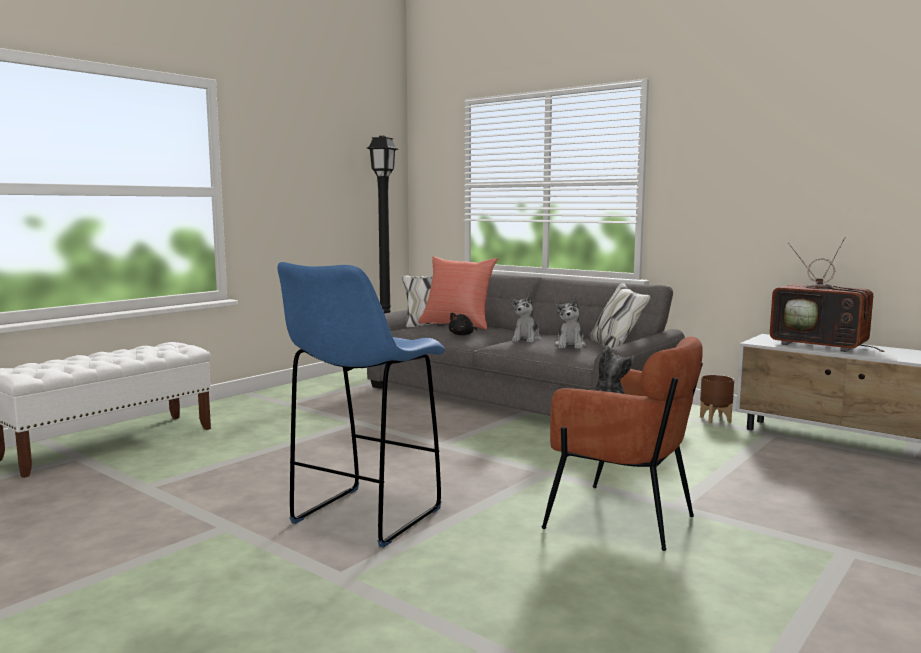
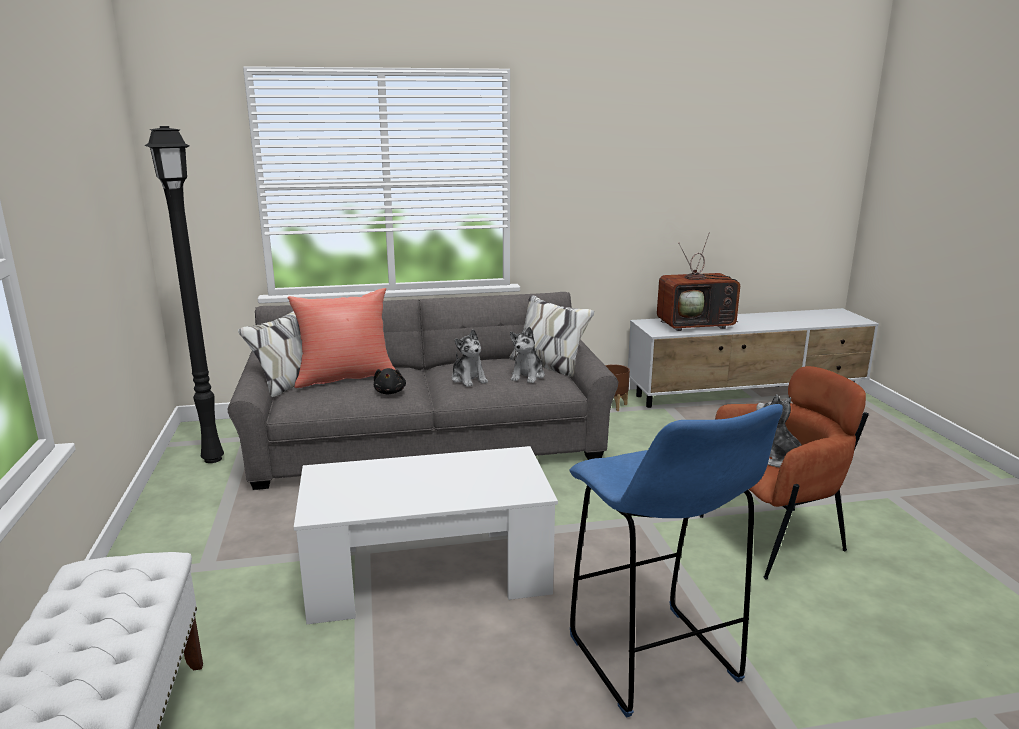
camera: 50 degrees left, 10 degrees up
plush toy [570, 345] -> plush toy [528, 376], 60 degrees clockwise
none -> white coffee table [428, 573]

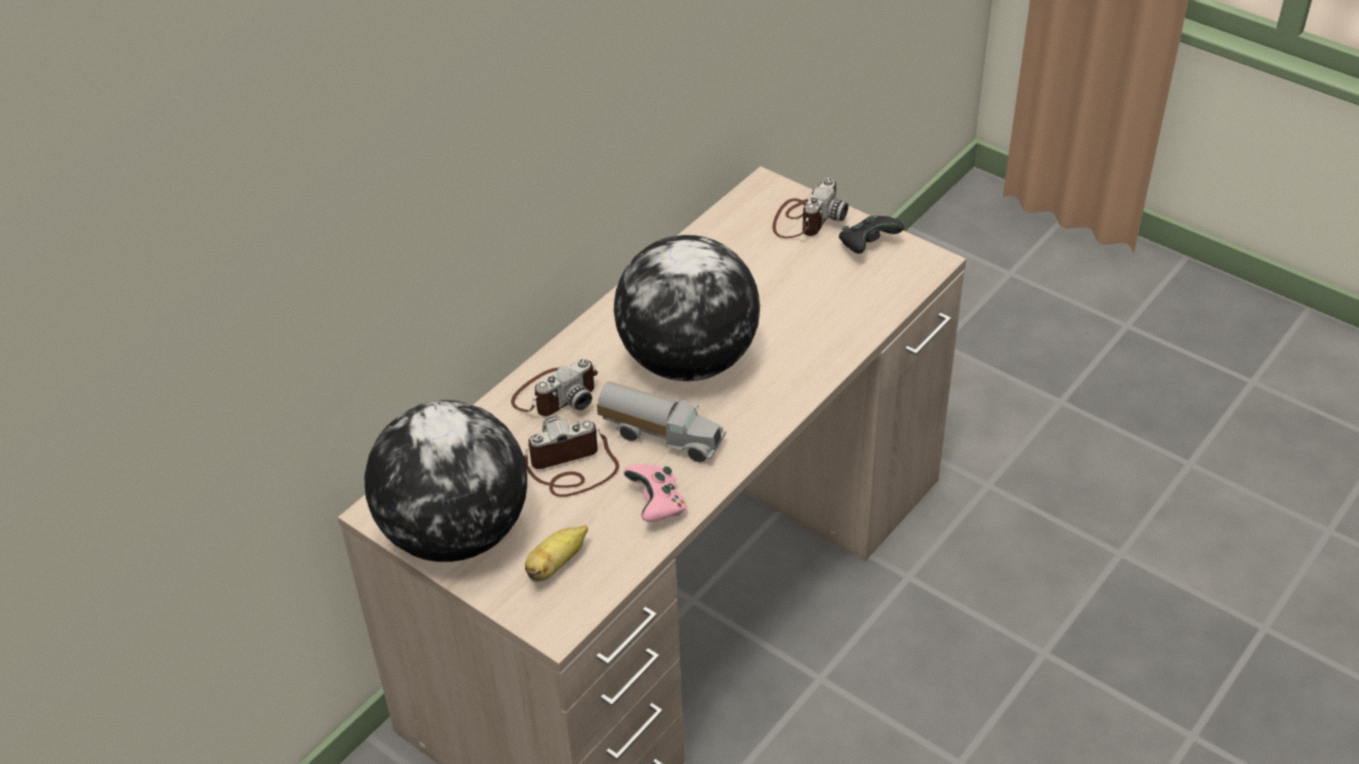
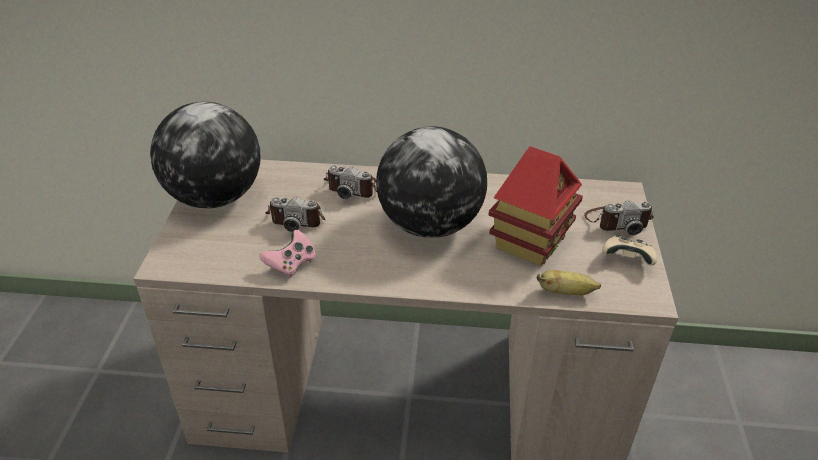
camera: 55 degrees right, 5 degrees down
still camera [571, 468] -> still camera [297, 217], 150 degrees clockwise
banana fruit [556, 565] -> banana fruit [566, 292], shifted
model truck [662, 435] -> none
black gamepad [867, 245] -> beige gamepad [627, 260]
none -> model house [530, 242]

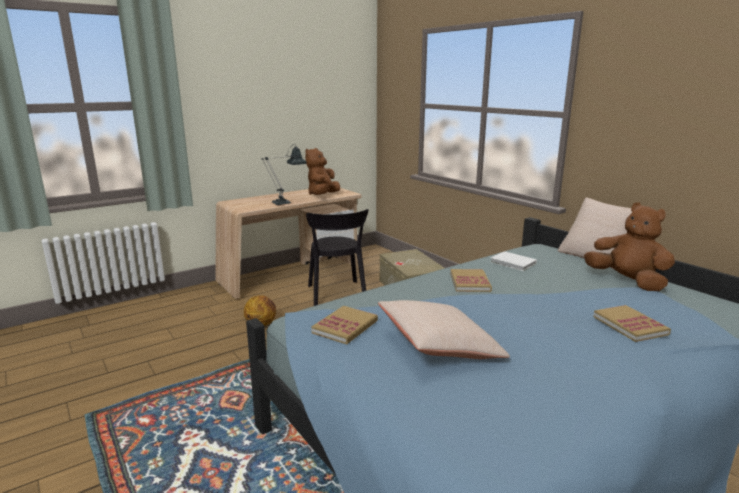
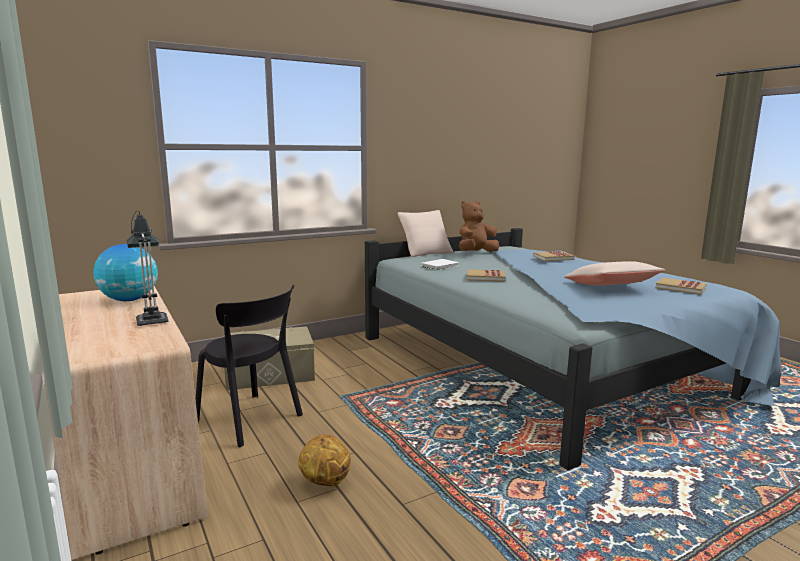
camera: 85 degrees left, 5 degrees down
brown-coloured plush toy [322, 195] -> desk globe [129, 300]
black plain chair [337, 294] -> black plain chair [252, 420], 45 degrees clockwise
book [345, 327] -> book [680, 288], shifted

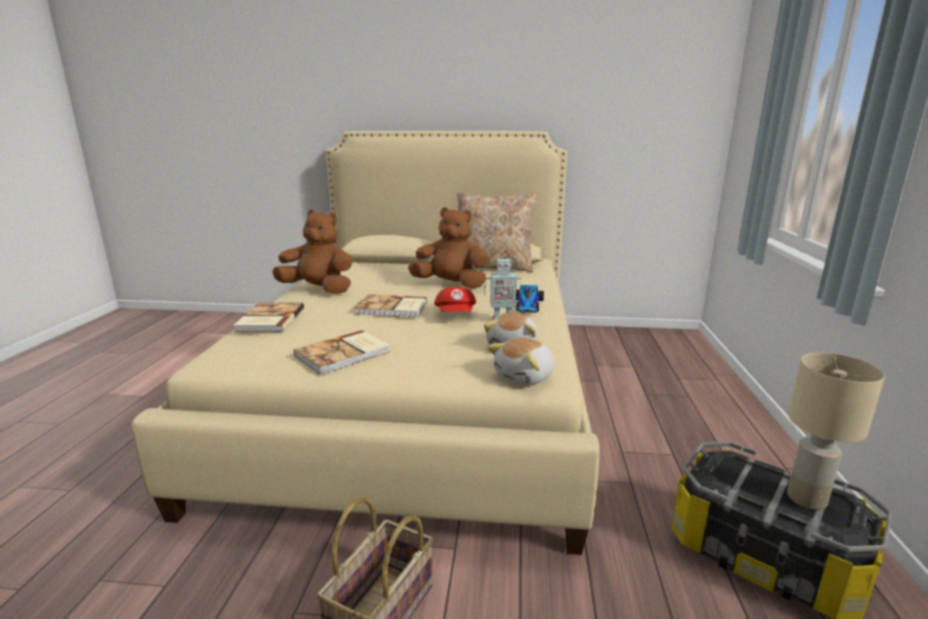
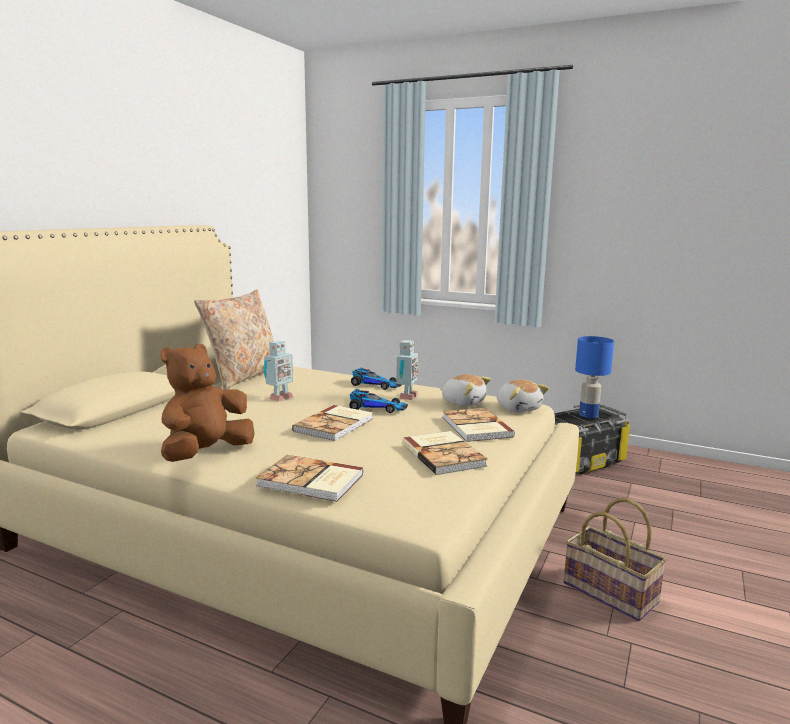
camera: 70 degrees left, 5 degrees down
brown-coloured plush toy [451, 285] -> model robot [279, 398]
red cap [456, 315] -> toy car [377, 407]
beige table lamp [805, 499] -> blue table lamp [588, 416]
none -> book [475, 427]

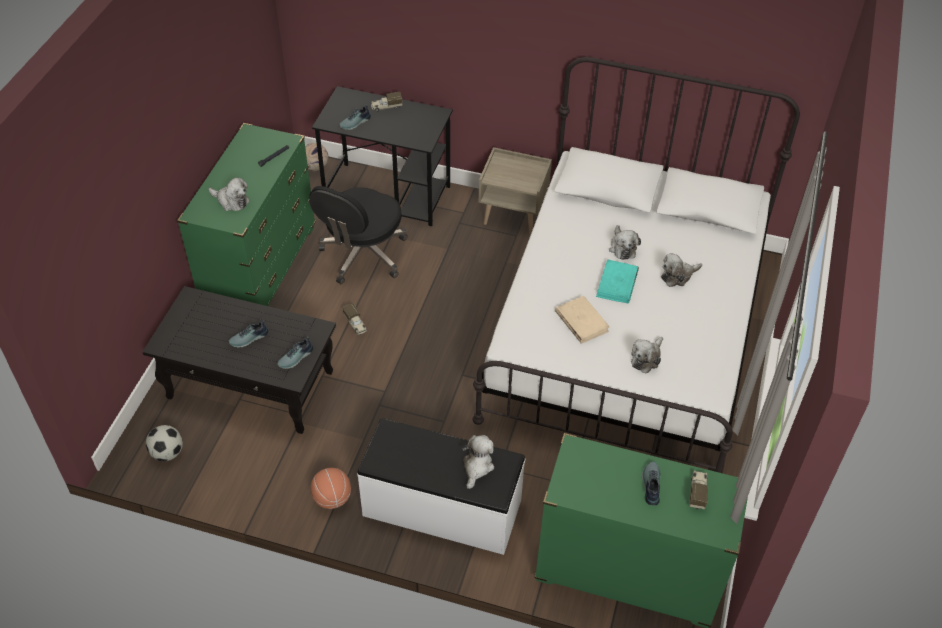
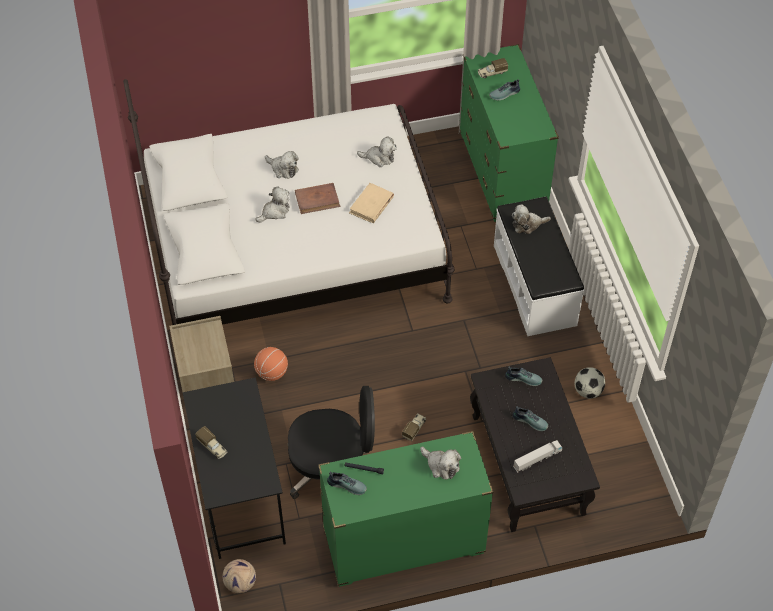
camera: 120 degrees left, 5 degrees up
football ball [167, 453] -> football ball [588, 391], shifted
plush toy [231, 201] -> plush toy [441, 465], 135 degrees clockwise
basketball ball [332, 498] -> basketball ball [271, 373], shifted
item of footwear [355, 123] -> item of footwear [347, 484], shifted
blue-green book [617, 284] -> brown-coloured book [317, 200]
none -> model truck [537, 459]

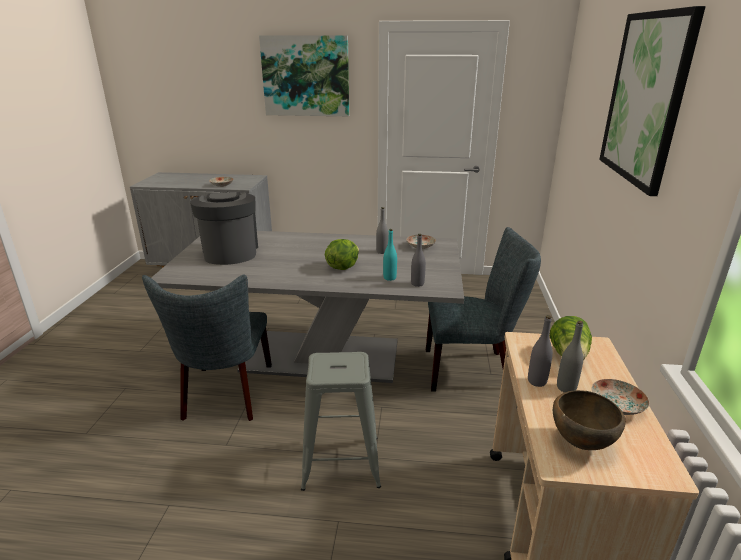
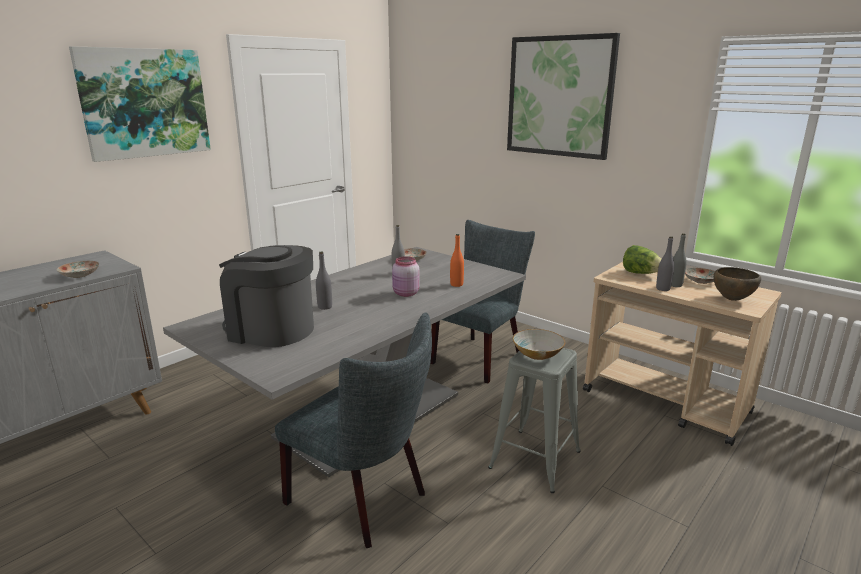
camera: 55 degrees left, 5 degrees down
lettuce head [342, 267] -> pinkish jar [405, 294]
blue-green bottle [389, 278] -> orange bottle [456, 284]
greyish bottle [417, 284] -> greyish bottle [325, 307], shifted
none -> bowl [537, 354]

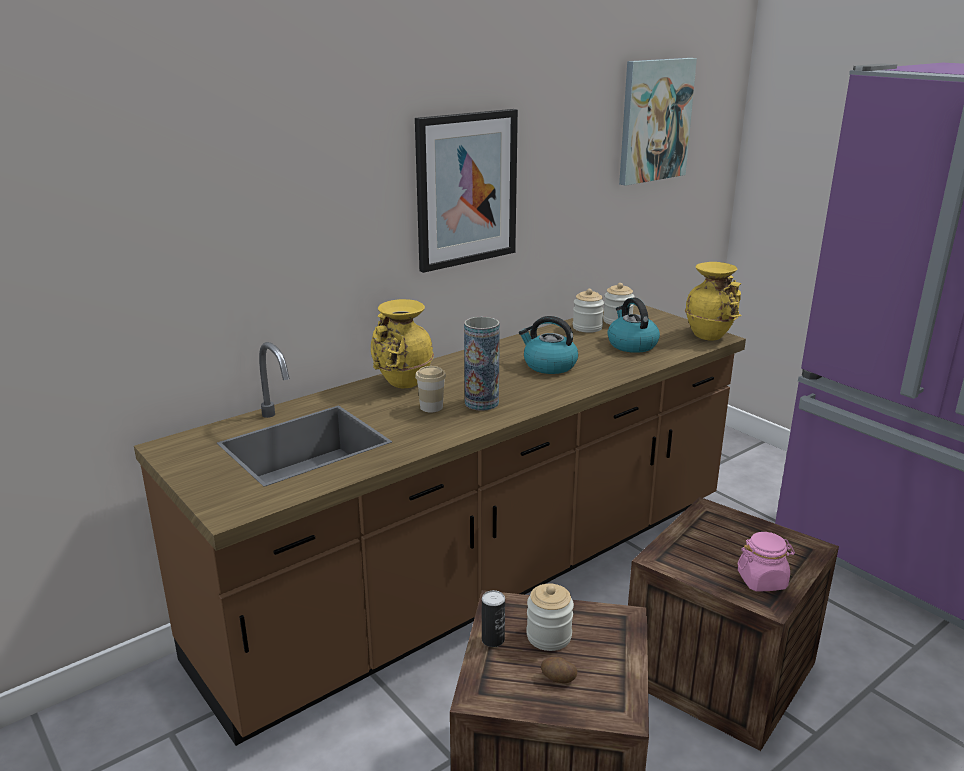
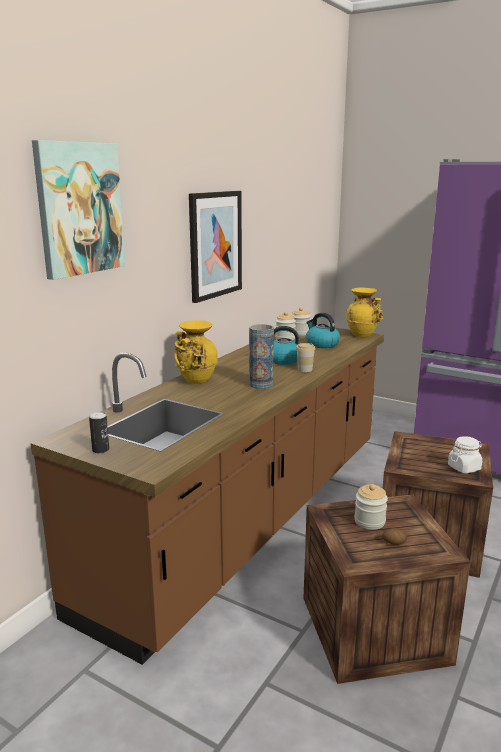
camera: 20 degrees left, 5 degrees down
cup [431, 407] -> cup [305, 369], shifted
can [493, 639] -> can [100, 450], shifted
wall art [654, 120] -> wall art [79, 209], shifted
pinkish jar [762, 580] -> white jar [464, 468]

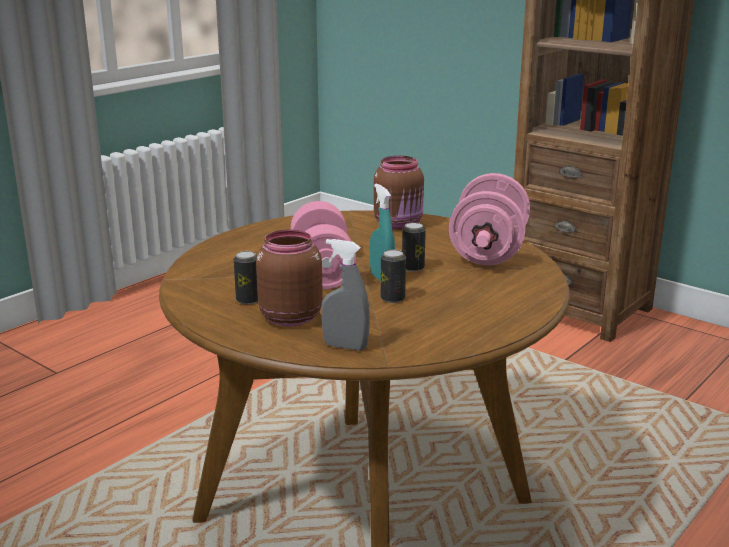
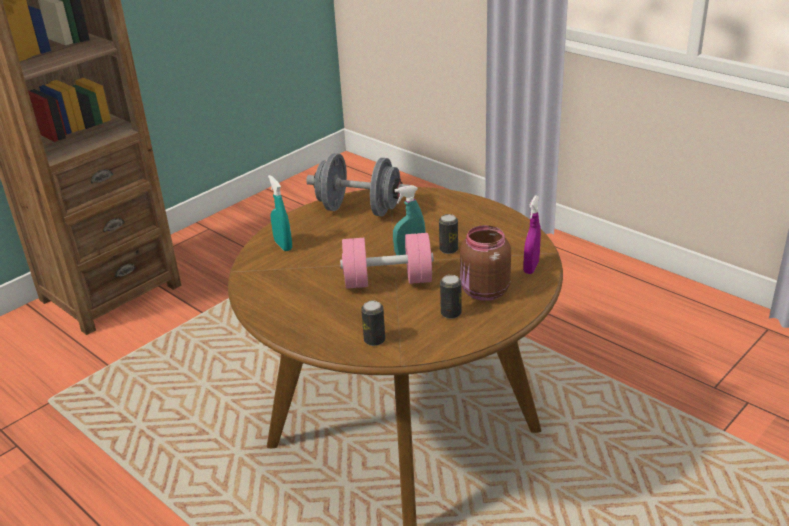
camera: 85 degrees left, 10 degrees up
greyish spray bottle [345, 346] -> purplish spray bottle [531, 267]
brown-coloured jar [399, 224] -> blue-green spray bottle [283, 245]
can [413, 268] -> can [374, 340], shifted
pinkish dumbbell [488, 252] -> greyish dumbbell [359, 209]

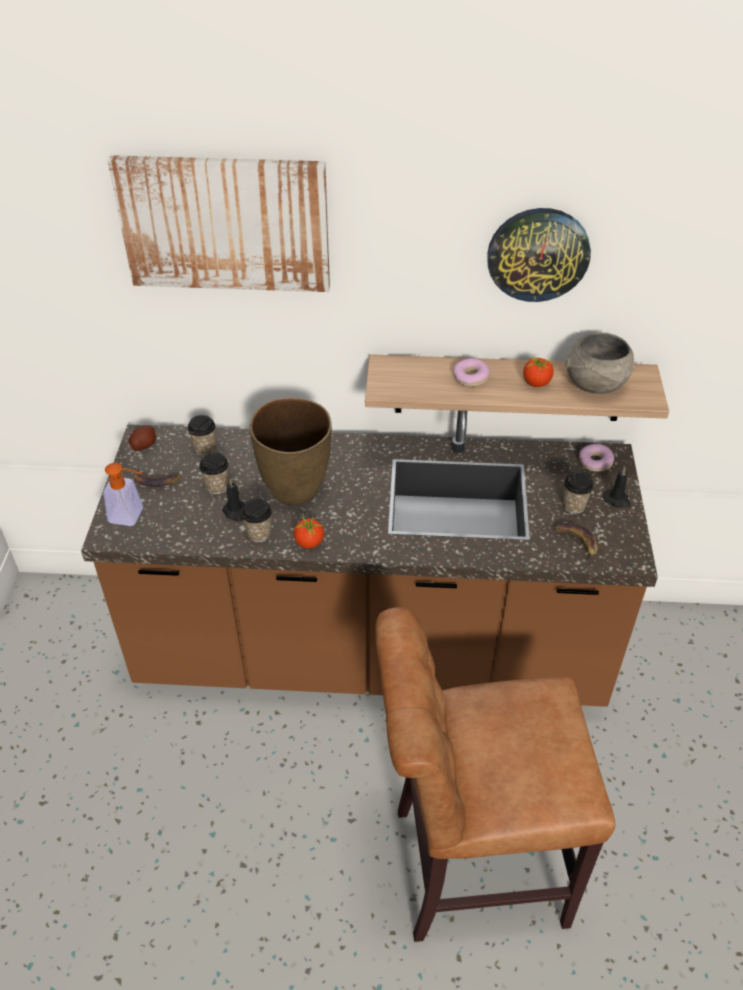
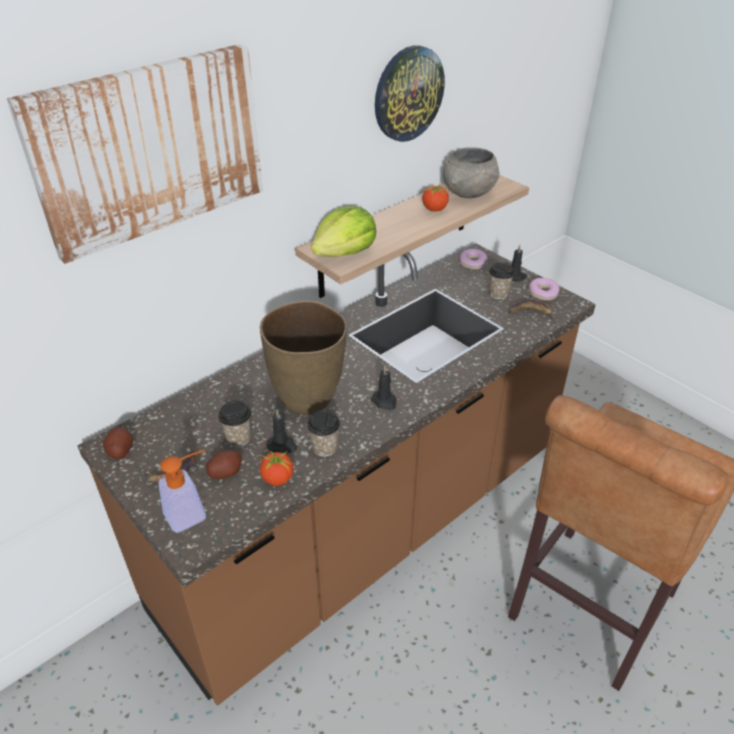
camera: 45 degrees left, 5 degrees down
cup [205, 448] -> none
fresh tomato [309, 542] -> fresh tomato [277, 478], shifted
ring doughnut [470, 377] -> ring doughnut [543, 293], shifted
none -> potato [225, 472]
none -> lettuce head [345, 253]
none -> black candle [385, 401]

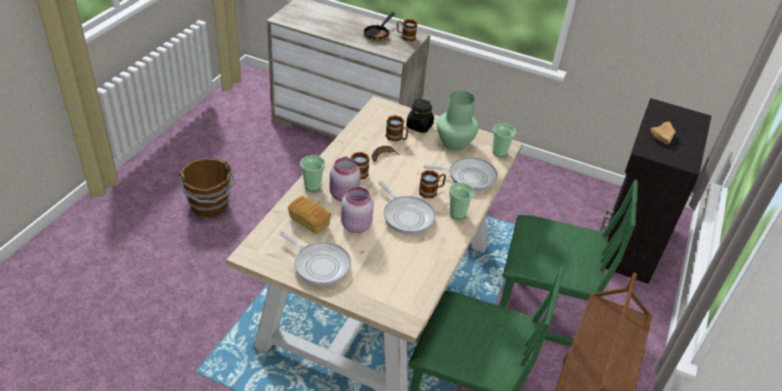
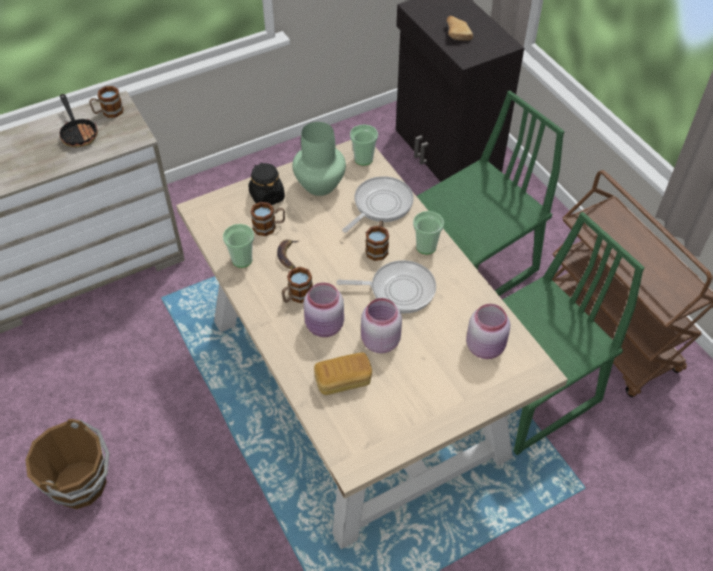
camera: 50 degrees left, 10 degrees up
skillet [319, 264] -> none
cup [312, 186] -> cup [242, 260], shifted
none -> pinkish jar [486, 347]

